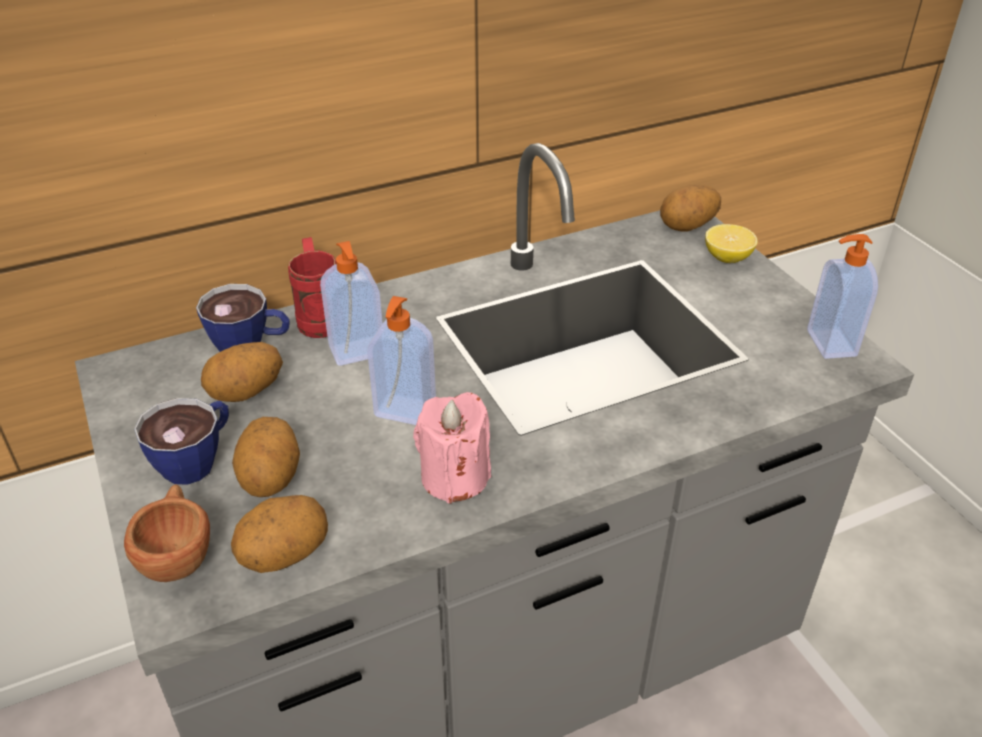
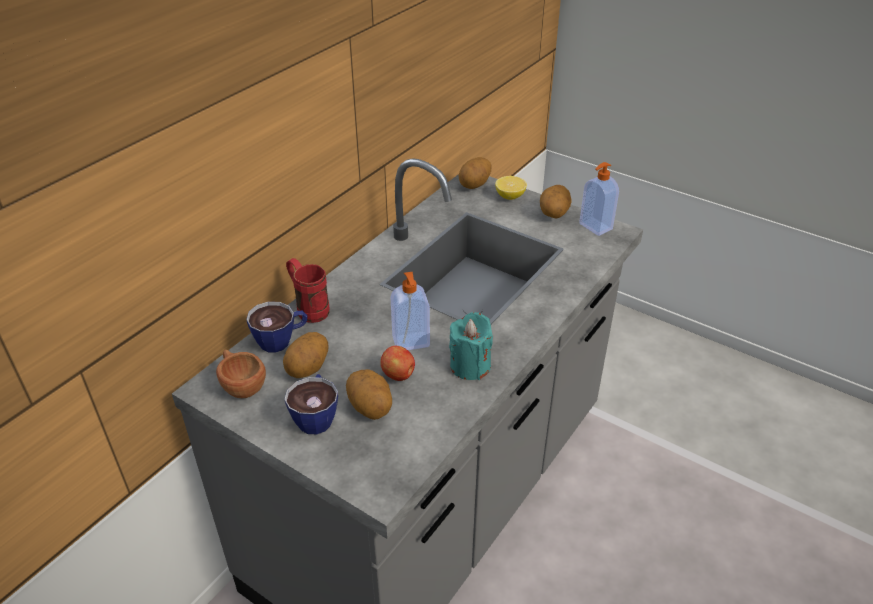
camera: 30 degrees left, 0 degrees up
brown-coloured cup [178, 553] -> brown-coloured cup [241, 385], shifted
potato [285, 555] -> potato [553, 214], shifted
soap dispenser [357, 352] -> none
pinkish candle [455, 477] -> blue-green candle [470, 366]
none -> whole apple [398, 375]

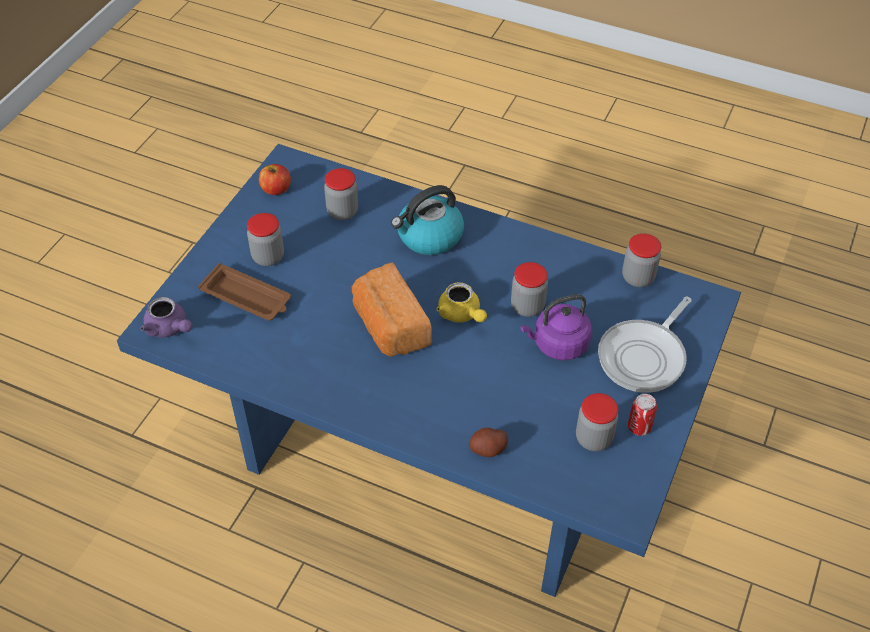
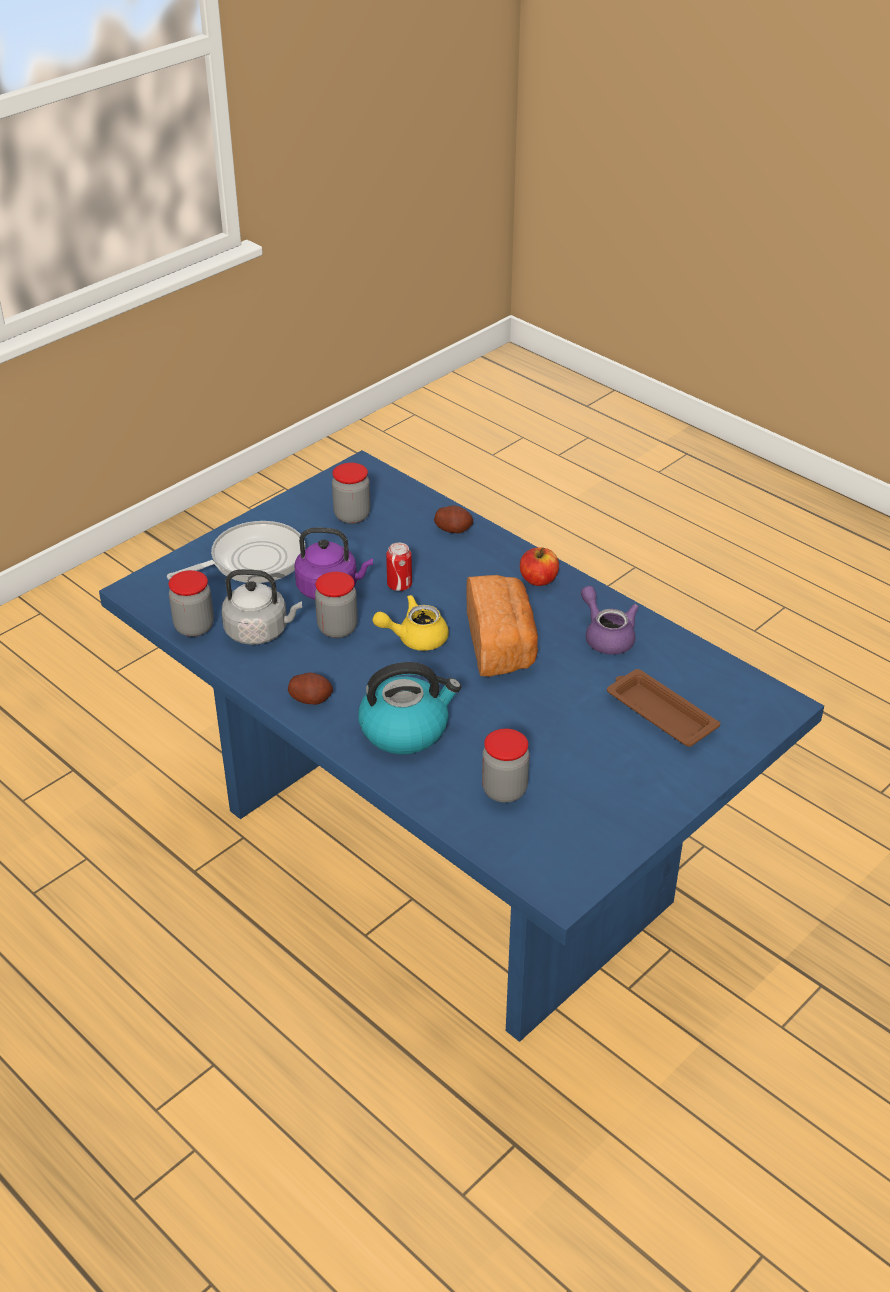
camera: 160 degrees left, 10 degrees down
purplish teapot [169, 328] -> purplish teapot [606, 636], shifted
jar [268, 257] -> none
whole apple [276, 189] -> whole apple [538, 580], shifted
yellowish teapot [461, 314] -> yellowish teapot [415, 638], 90 degrees counterclockwise
can [639, 427] -> can [399, 585], shifted
none -> greyish water kettle [260, 631]
none -> potato [311, 699]

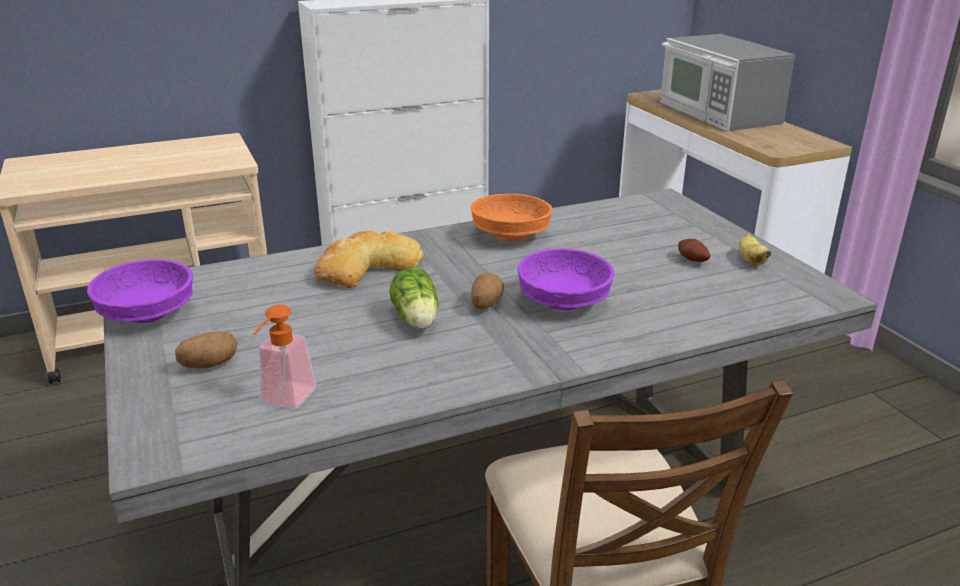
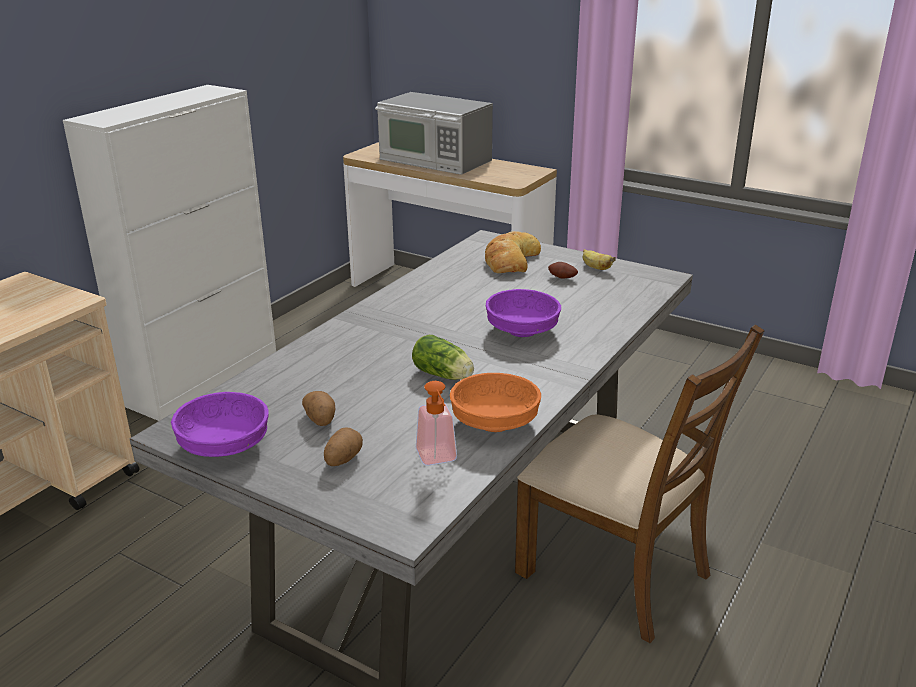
camera: 35 degrees left, 0 degrees up
bakery bread [366, 268] -> bakery bread [510, 260], shifted
orange bowl [511, 236] -> orange bowl [496, 423], shifted
potato [485, 304] -> potato [321, 420], shifted

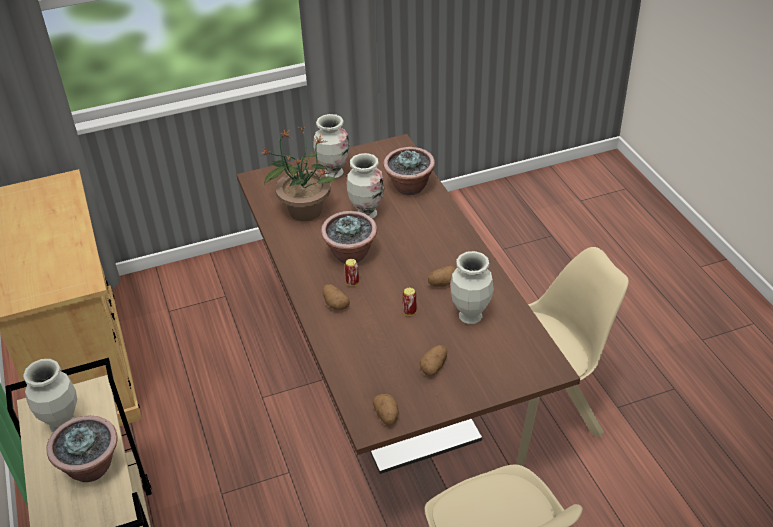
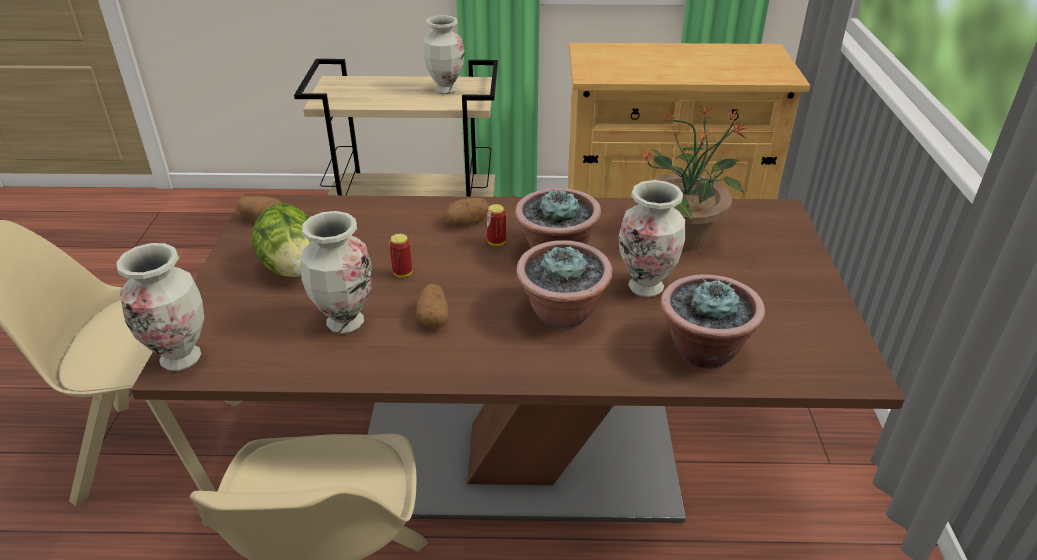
camera: 110 degrees right, 5 degrees down
houseplant [91, 467] -> houseplant [562, 314], shifted
flower vase [333, 173] -> flower vase [181, 359], shifted
potato [434, 367] -> lettuce head [292, 267]

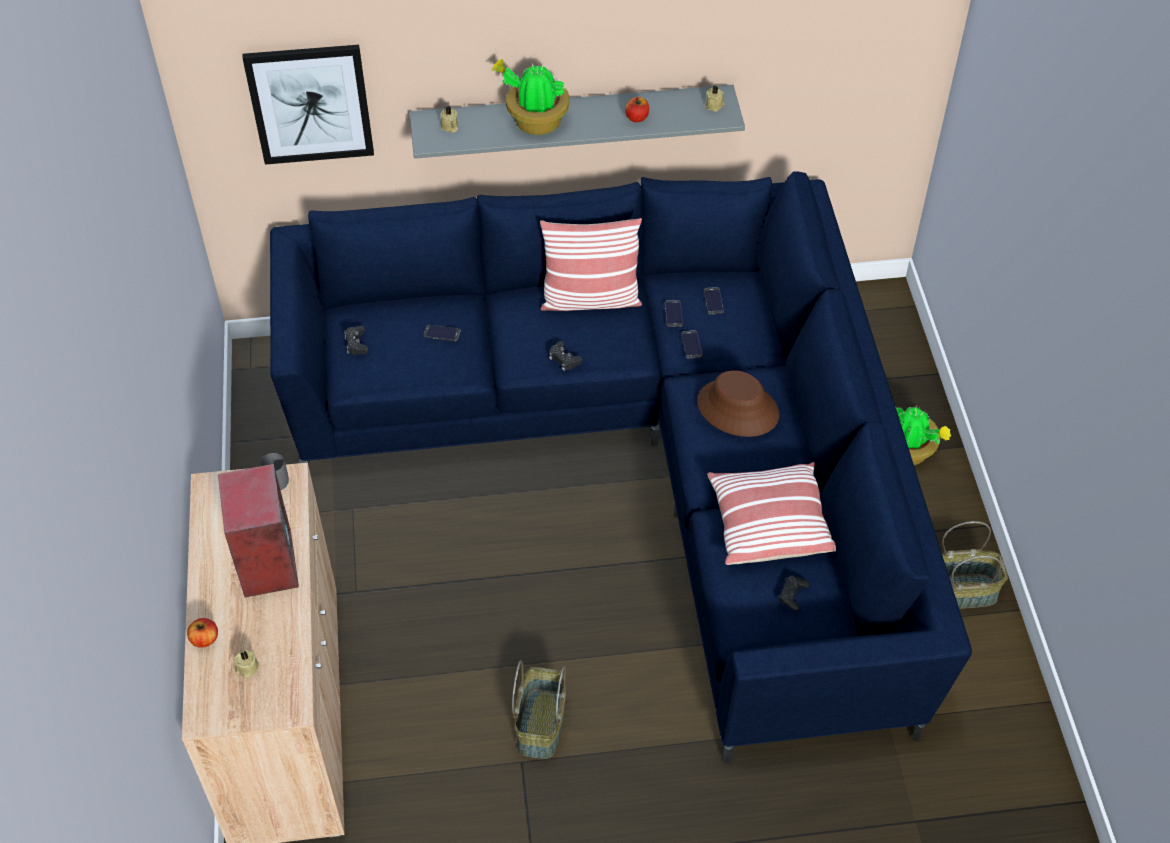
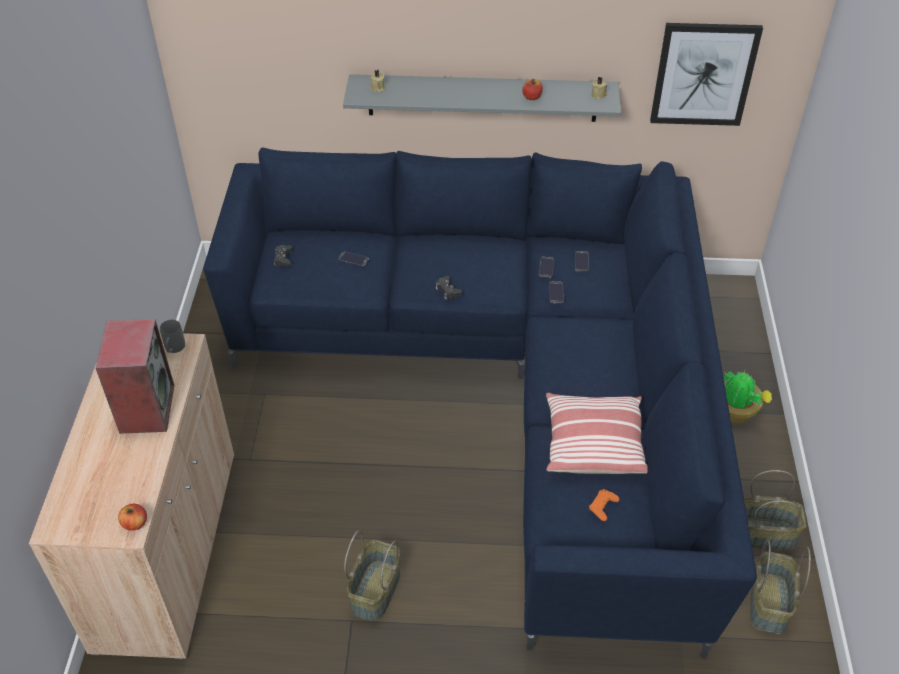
camera: 10 degrees right, 5 degrees down
whole apple [205, 639] -> whole apple [135, 523], shifted
beige candle [247, 667] -> none
wall art [310, 104] -> wall art [704, 74], shifted
houseplant [535, 122] -> none
throw pillow [590, 299] -> none
brown-coloured hat [737, 409] -> none
black gamepad [793, 595] -> orange gamepad [603, 507]
none -> basket [770, 604]

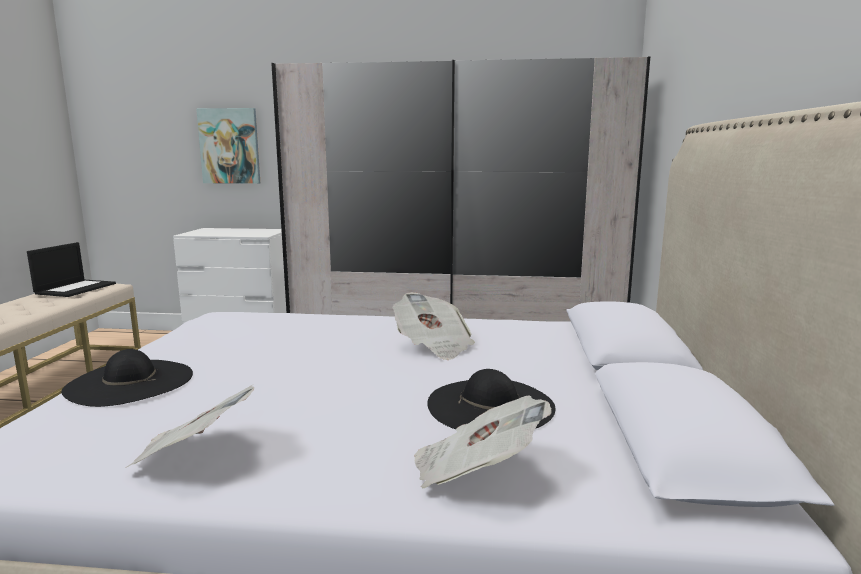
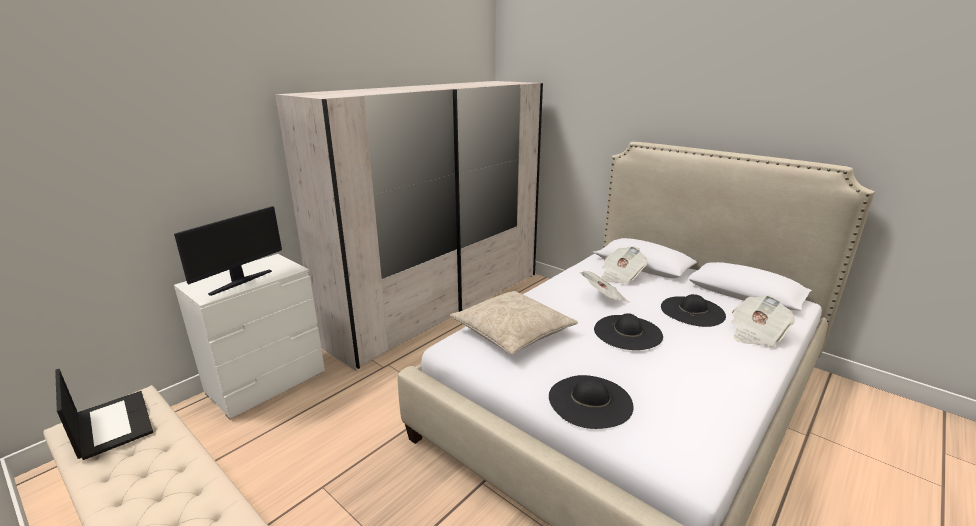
camera: 55 degrees left, 10 degrees up
printed paper [195, 455] -> printed paper [620, 276], shifted
wall art [230, 146] -> none
none -> monitor [240, 282]
none -> beige throw pillow [512, 331]
none -> black hat [628, 332]

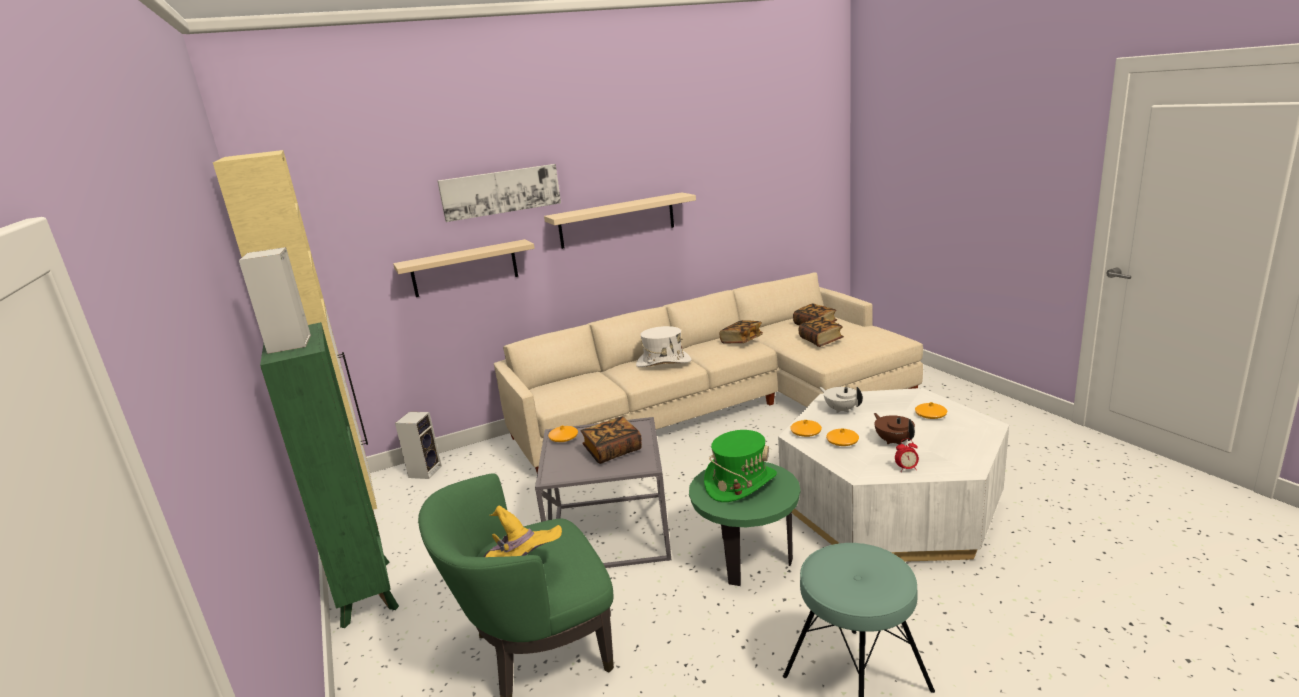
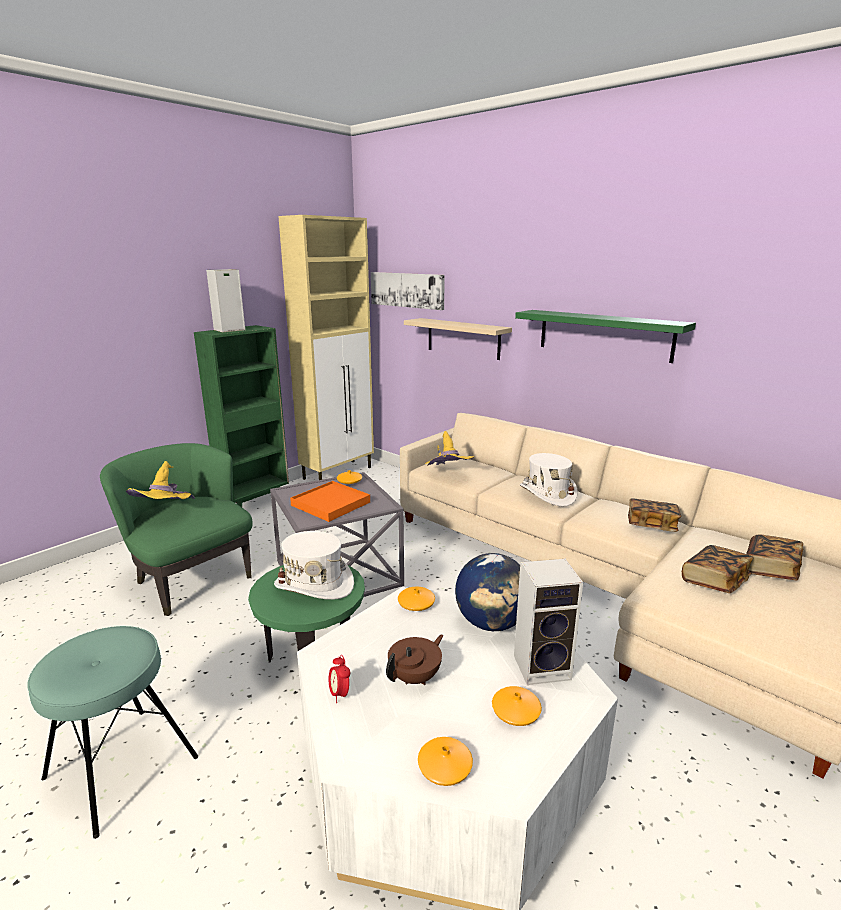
camera: 65 degrees right, 0 degrees up
speaker [425, 471] -> speaker [543, 666], shifted
wall art [500, 192] -> wall art [407, 290], shifted
beige wall shelf [617, 220] -> green-coloured wall shelf [604, 335]
book [612, 451] -> orange carrying tray [330, 504]
green-coloured hat [740, 483] -> white hat [314, 585]
white teapot [841, 409] -> desk globe [492, 623]
orange flower vase [842, 442] -> orange flower vase [445, 767], shifted
none -> yellowish hat [448, 476]

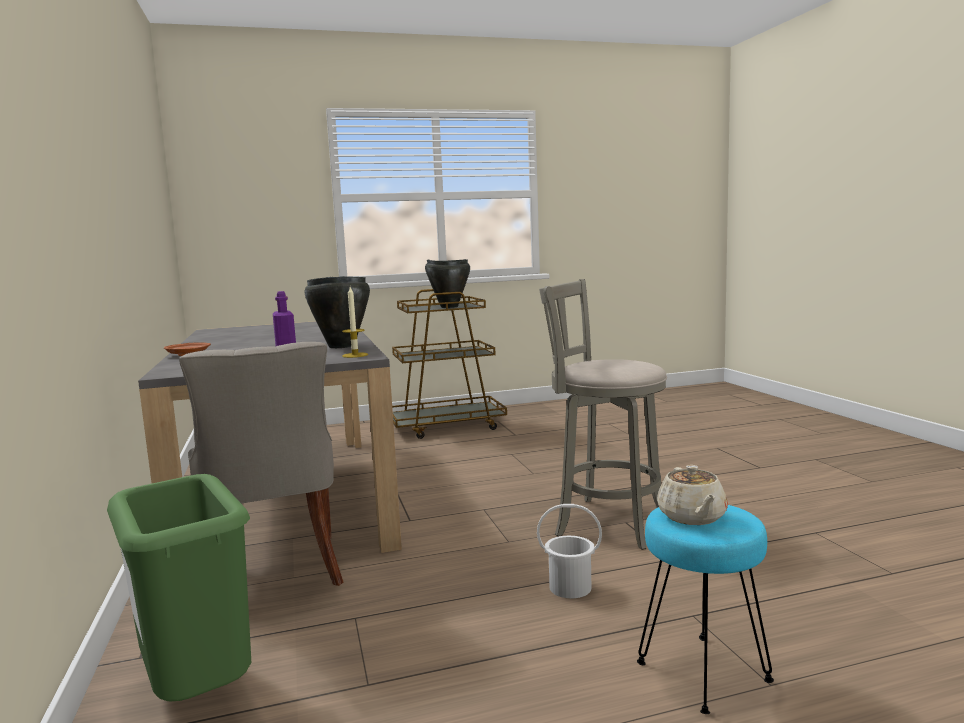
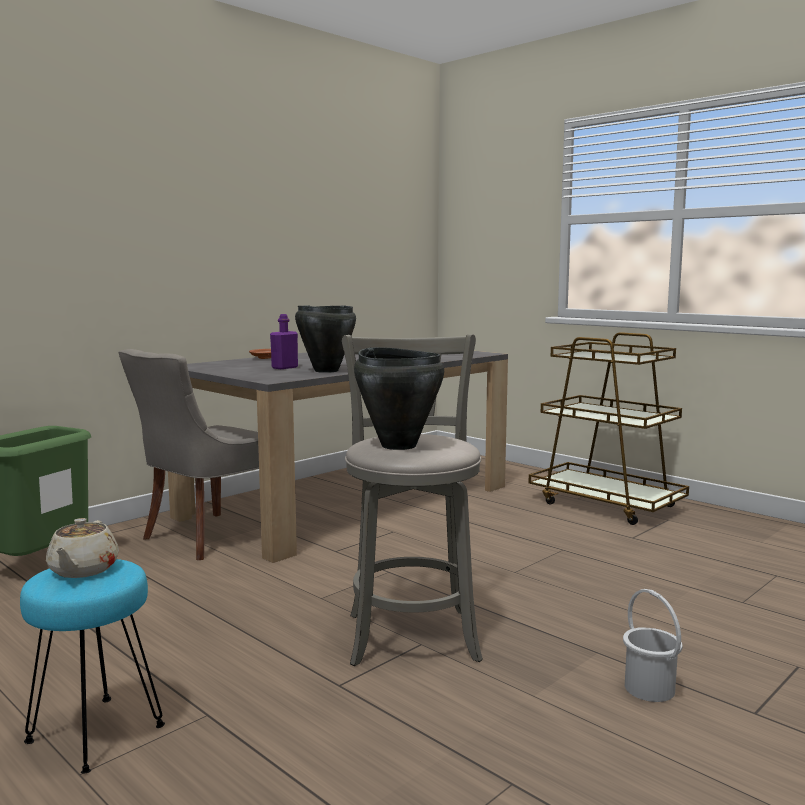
camera: 60 degrees right, 0 degrees up
candle [355, 355] -> none
black stockpot [449, 307] -> black stockpot [398, 445], shifted
white pail [570, 588] -> white pail [649, 689], shifted
beige teapot [692, 517] -> beige teapot [83, 570], 60 degrees counterclockwise

